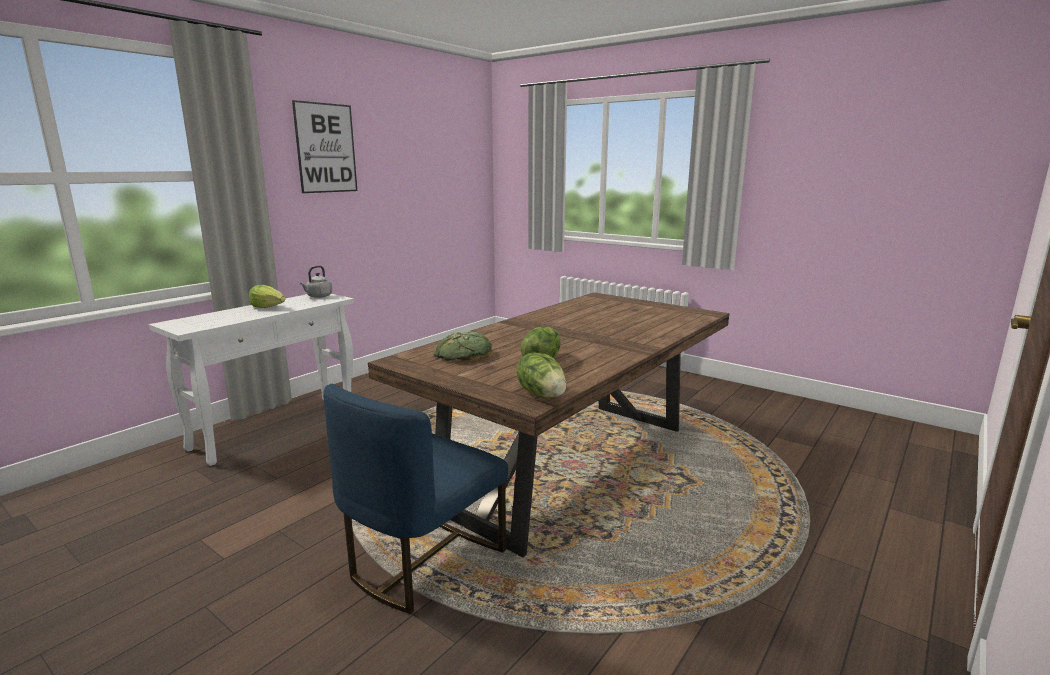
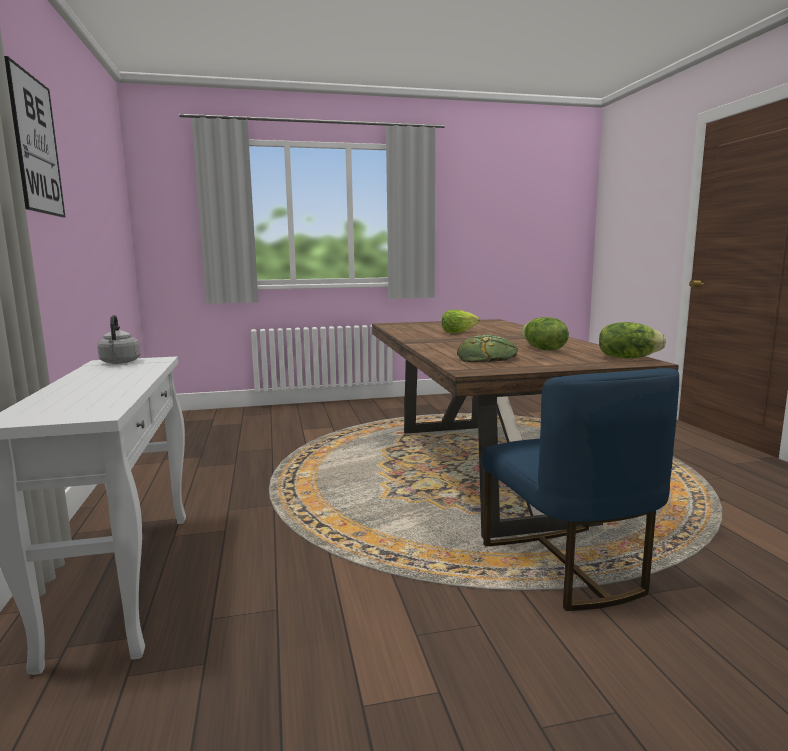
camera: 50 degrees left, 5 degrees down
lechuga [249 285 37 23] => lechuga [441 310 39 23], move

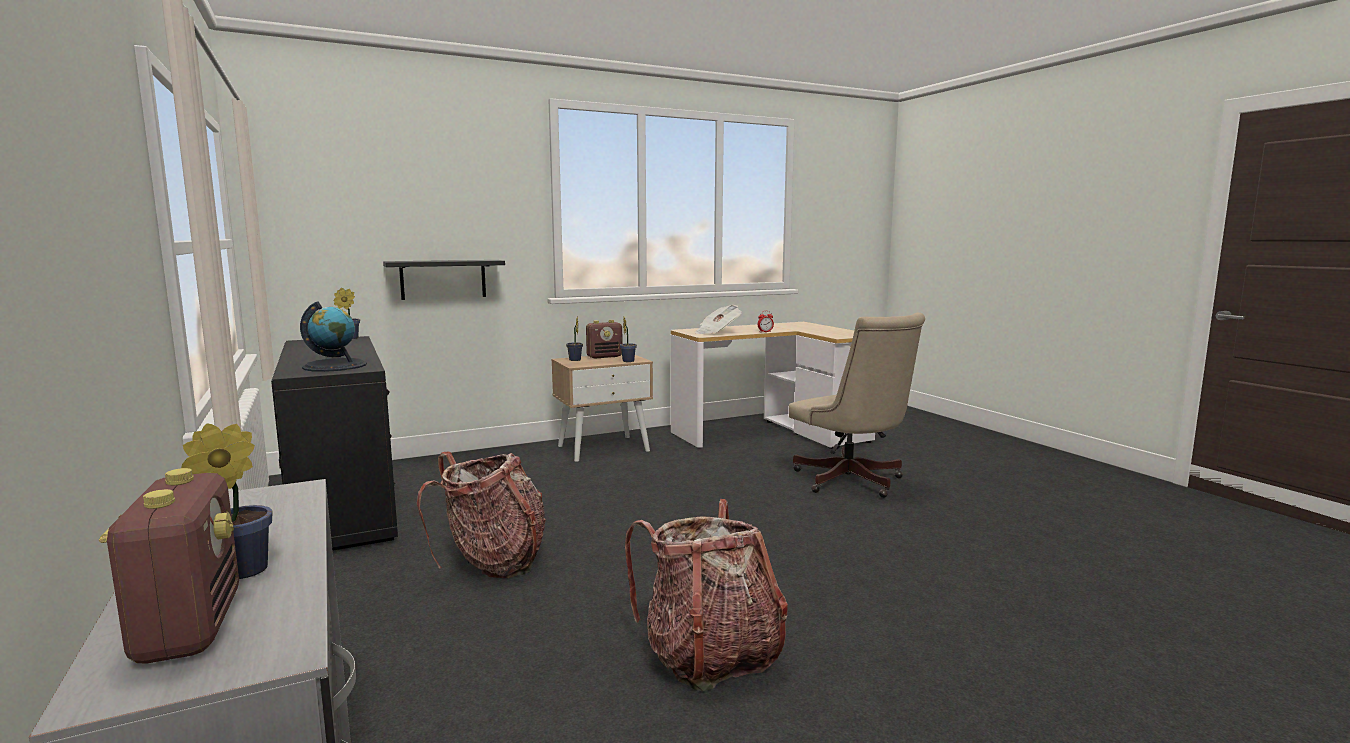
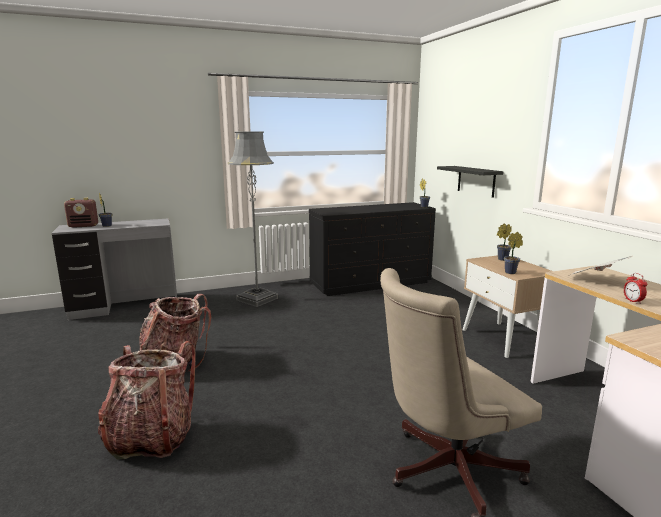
camera: 95 degrees right, 5 degrees up
globo terráqueo [300 301 67 71] => nothing
radio [586 320 37 38] => nothing
mochila [417 452 129 126] => mochila [98 341 98 118], move
nothing => lámpara de pie [gris] [228 131 50 176]

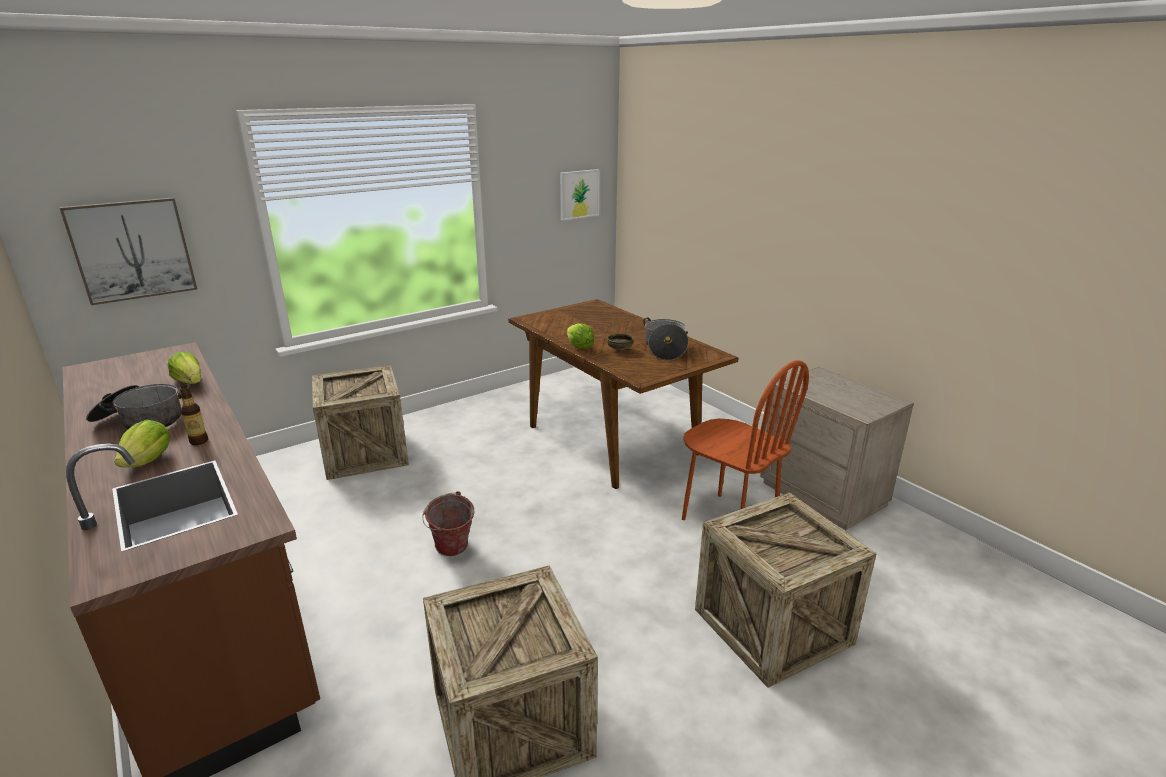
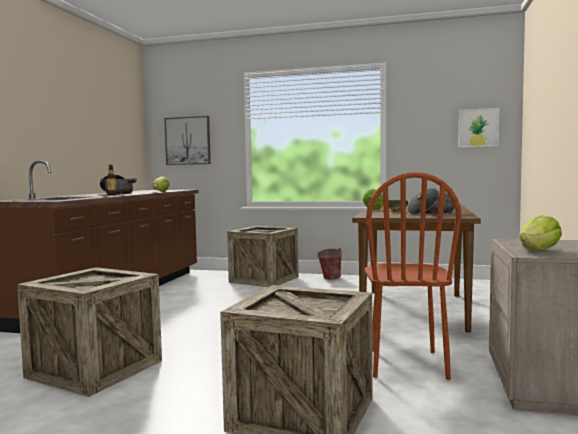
camera: 50 degrees right, 20 degrees down
lechuga [114 420 56 48] => lechuga [520 216 42 34], move
cubo [422 491 52 65] => cubo [316 248 26 32], move

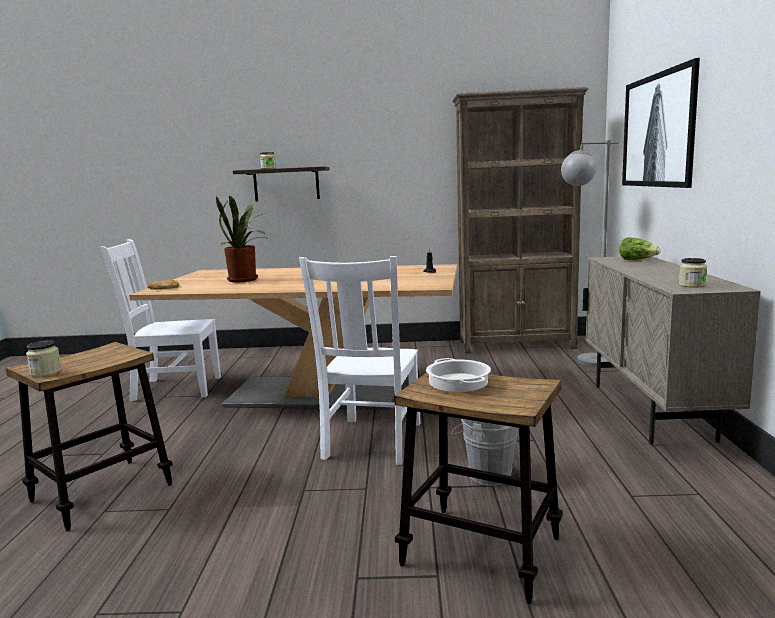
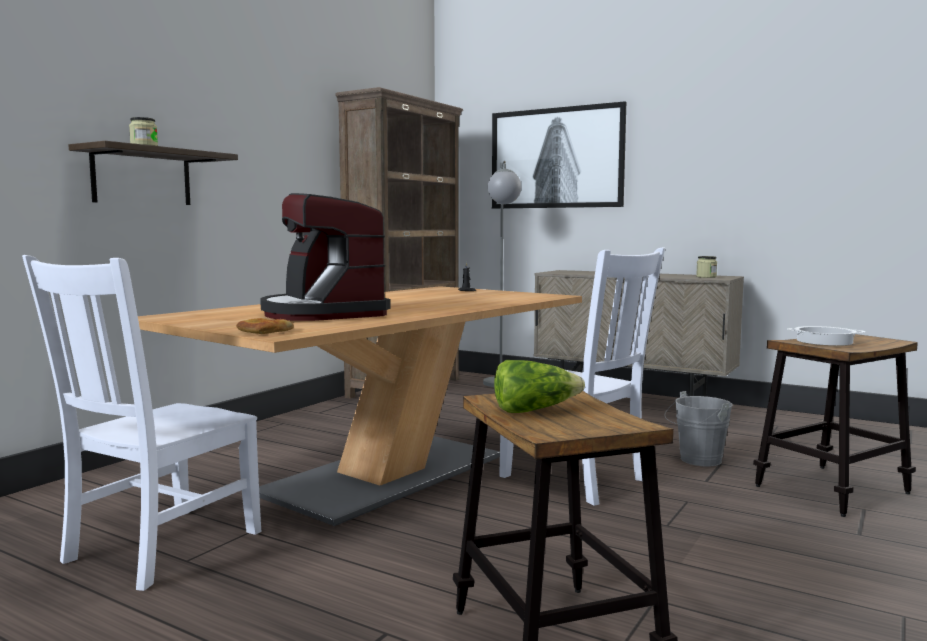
camera: 60 degrees left, 5 degrees down
planta en maceta [216 196 53 86] => cafetera [260 193 131 128]
lechuga [619 237 42 23] => lechuga [494 360 91 53], move
tarro [26 341 36 36] => nothing

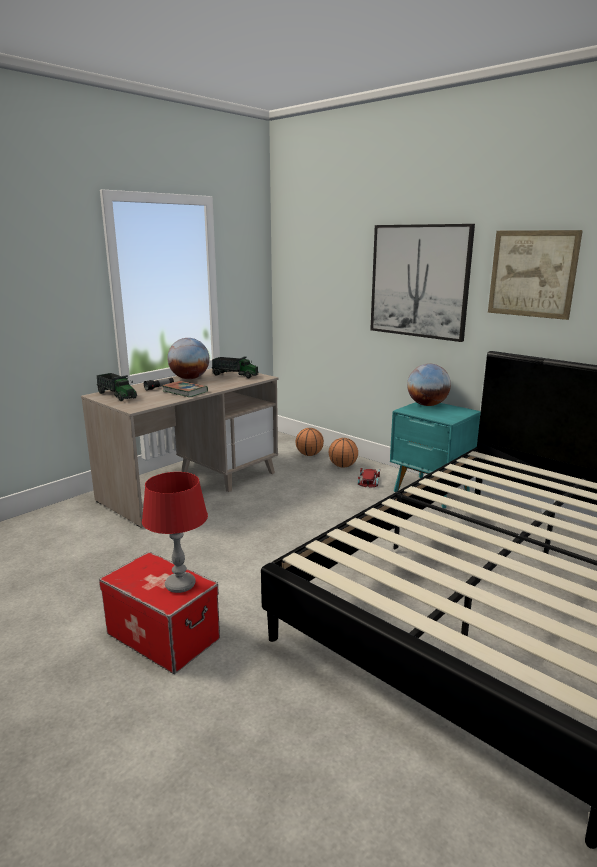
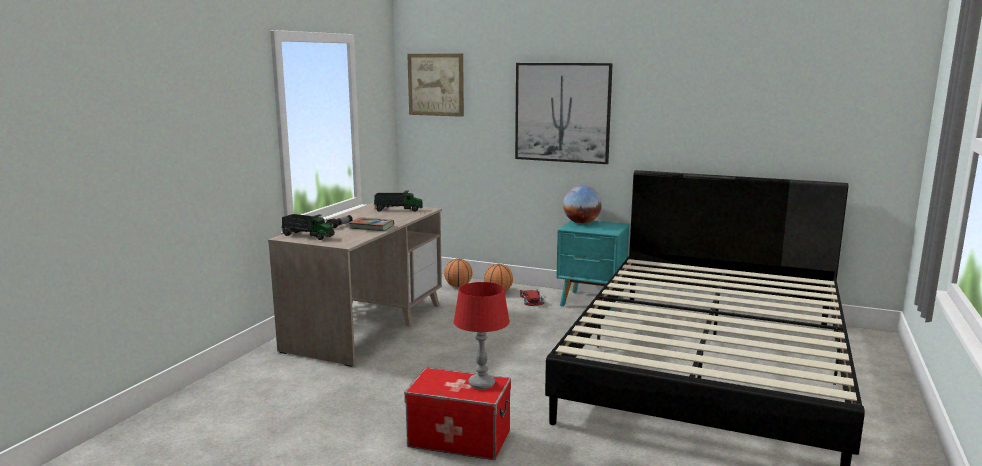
camera: 20 degrees left, 5 degrees down
cuadro [488 230 95 90] => cuadro [407 54 57 63], move
globo terráqueo [167 338 42 41] => nothing

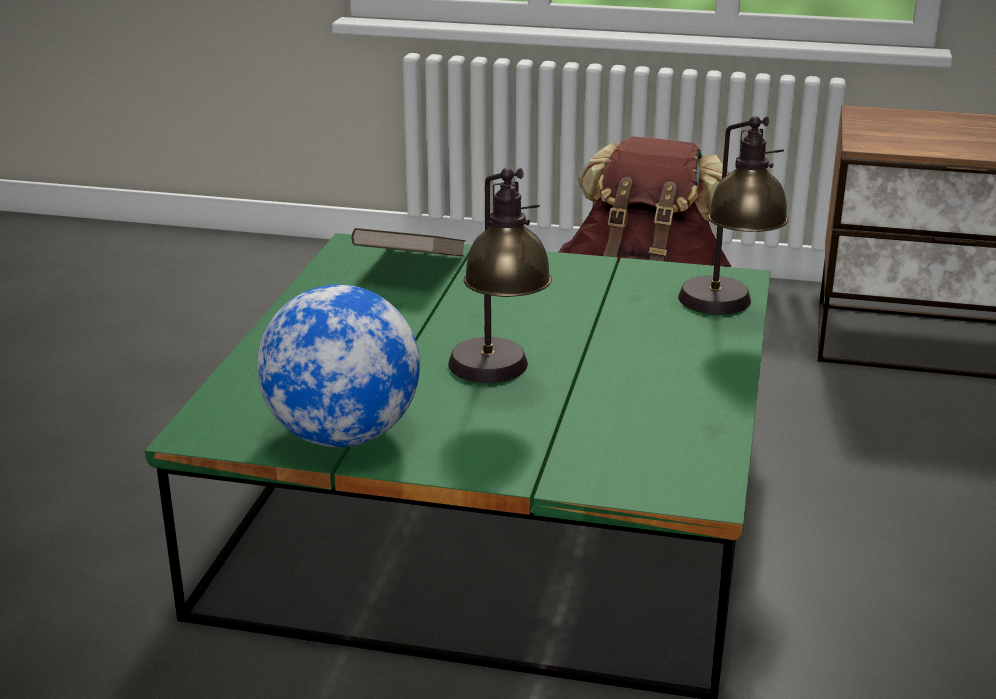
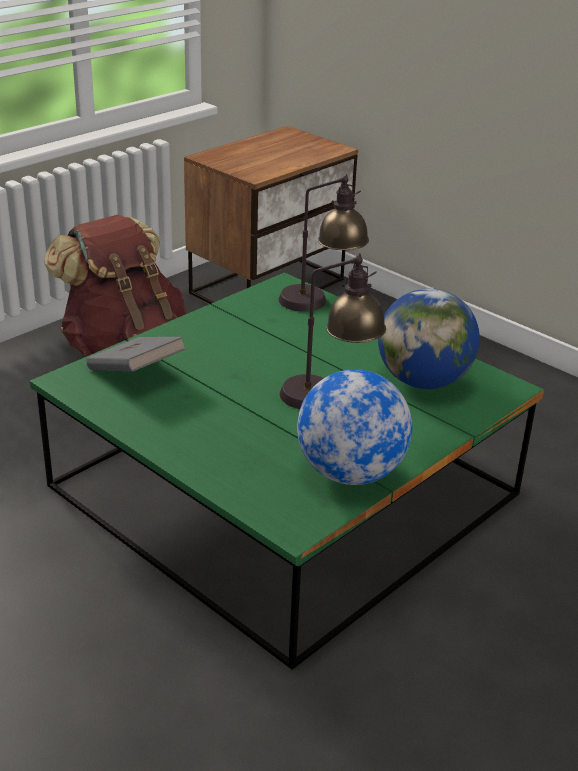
camera: 60 degrees left, 5 degrees up
libro [marrón] [352 228 114 29] => libro [gris] [86 337 100 35]
nothing => globo terráqueo [378 288 102 101]

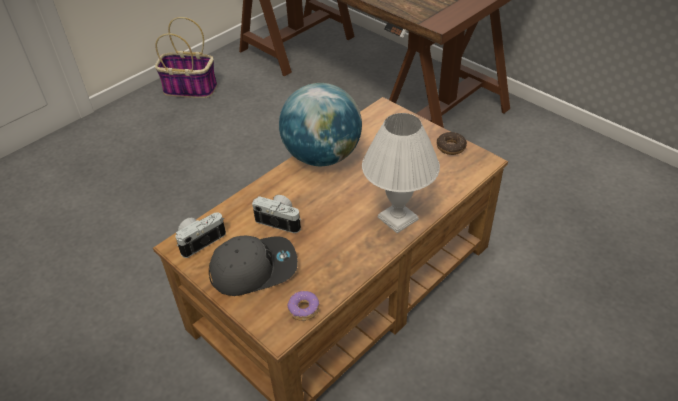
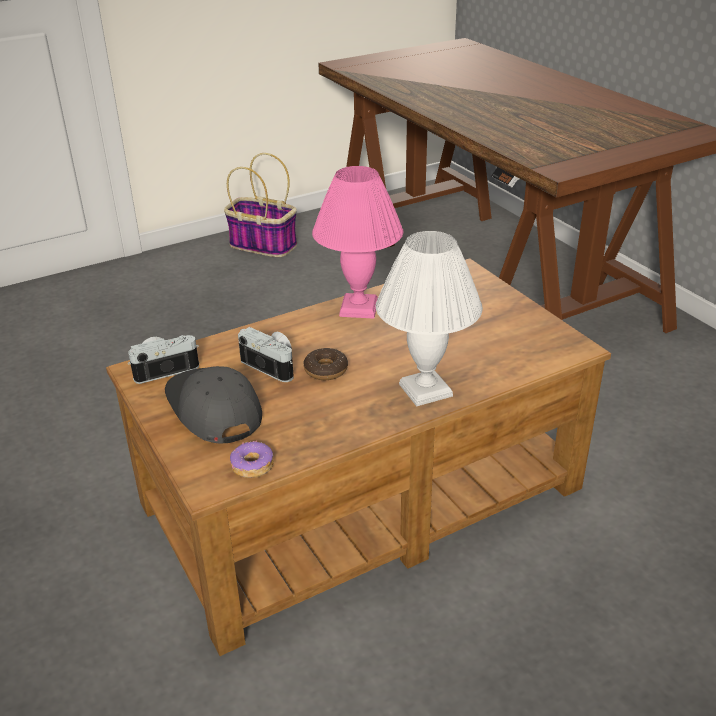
camera: 15 degrees right, 10 degrees down
globo terráqueo [279 83 83 83] => lámpara de mesa [rosa] [312 166 91 153]
rosquilla [437 132 30 23] => rosquilla [303 348 45 32], move
gorra [gris] [209 235 89 61] => gorra [gris] [165 366 97 78], 120 degrees counterclockwise

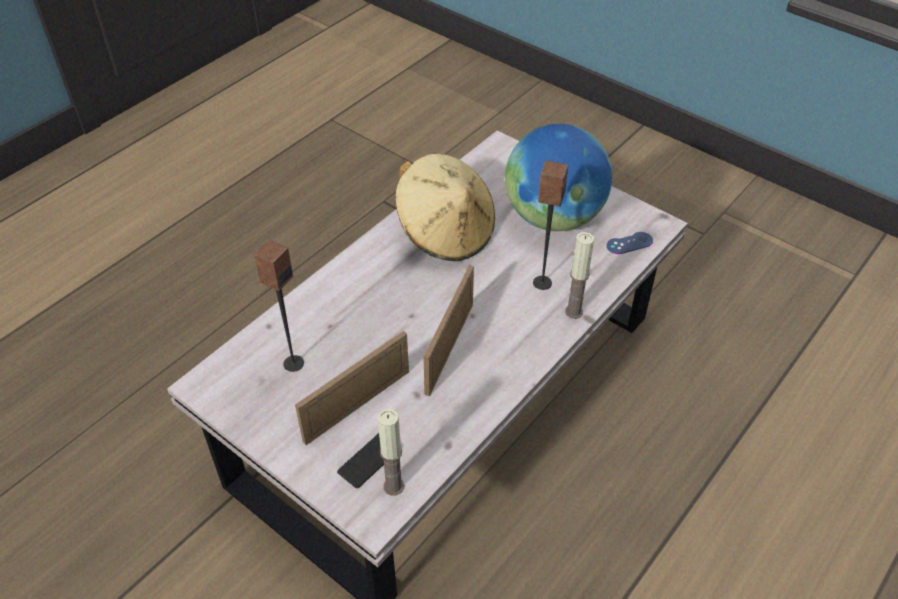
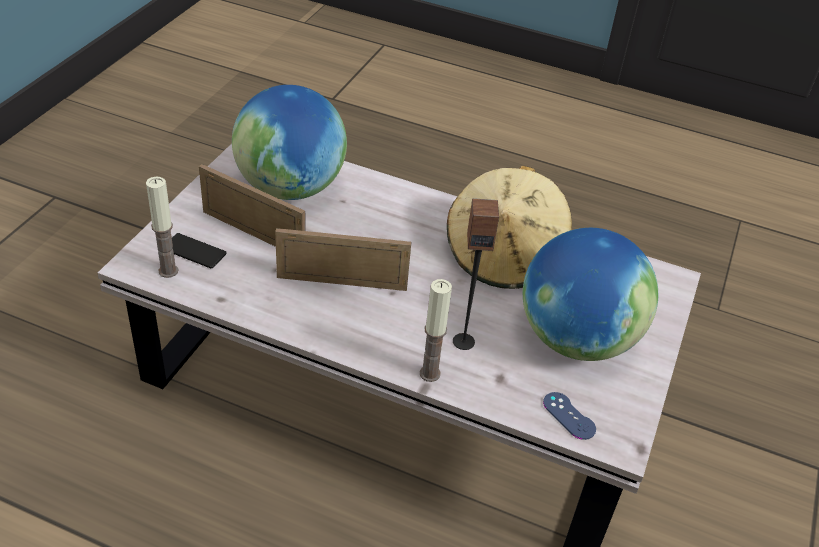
camera: 70 degrees right, 5 degrees down
altavoz [253 240 51 132] => globo terráqueo [232 85 115 115]

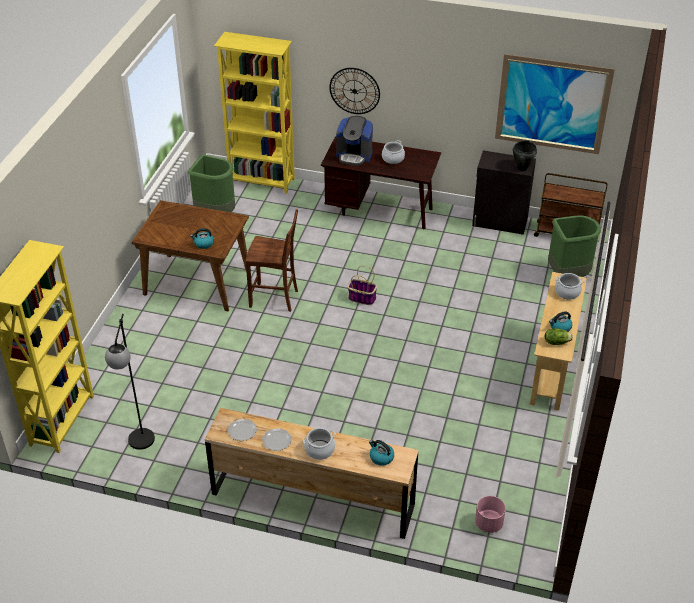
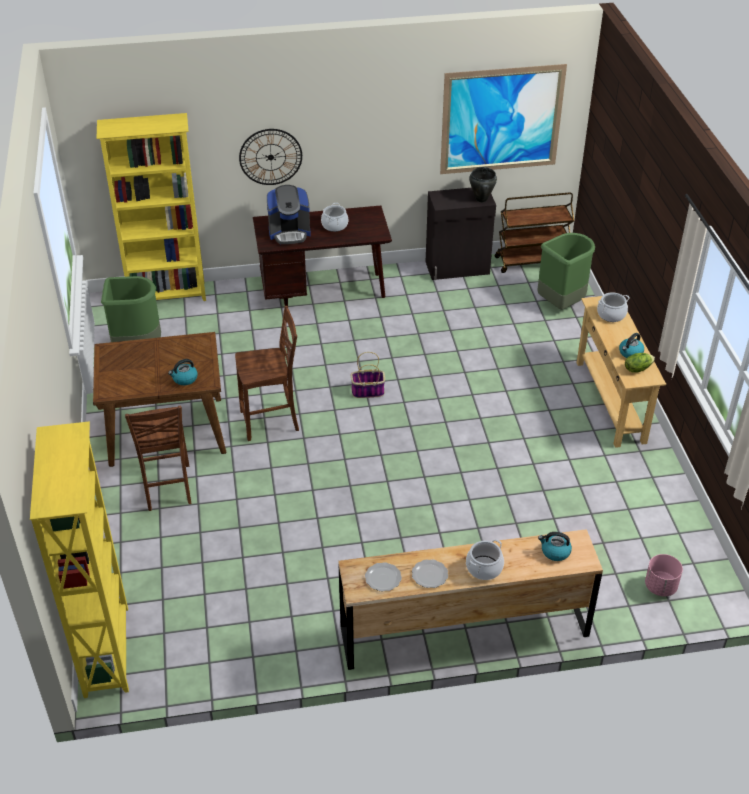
camera: 25 degrees left, 0 degrees up
lámpara de pie [negro] [105 314 50 136] => nothing
nothing => silla [marrón] [125 405 66 106]

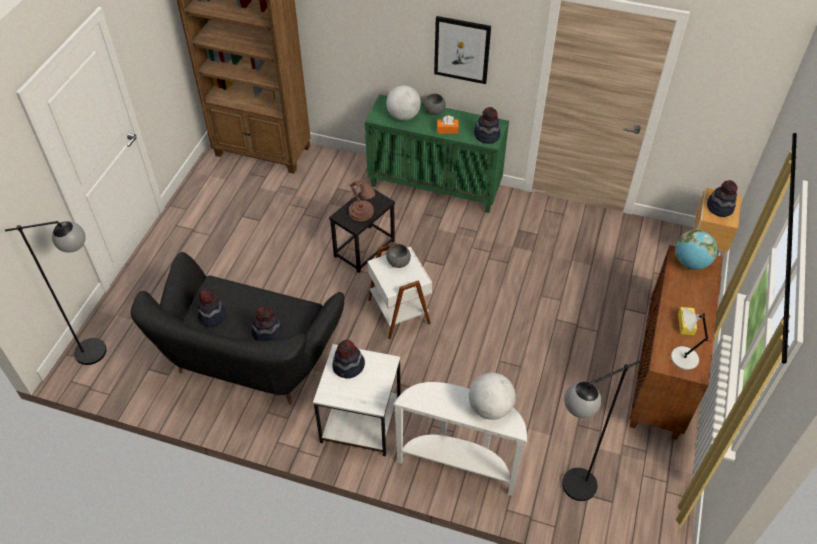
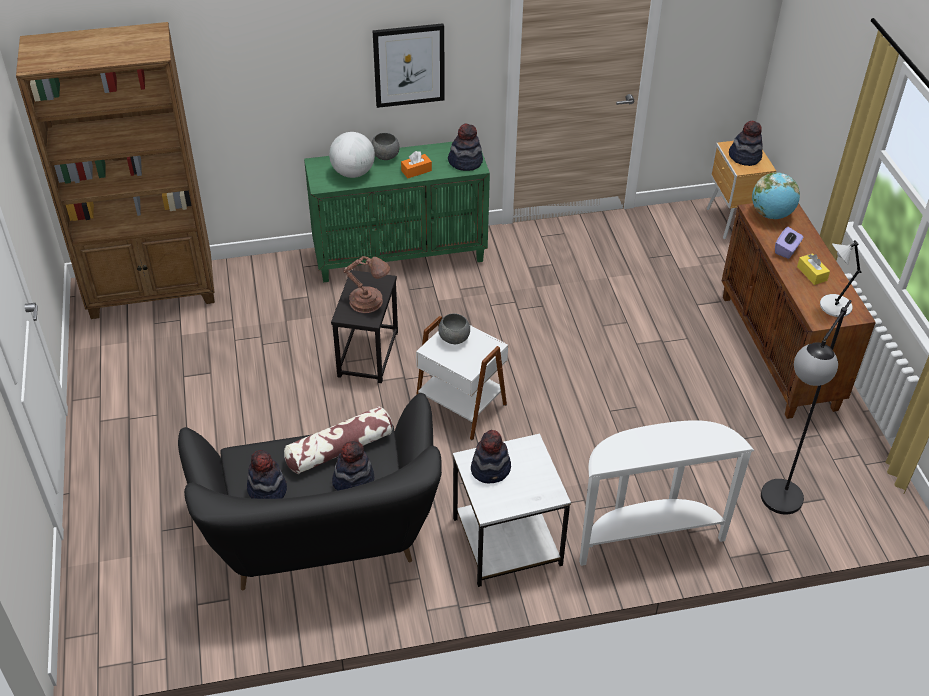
camera: 30 degrees left, 5 degrees down
lámpara de pie [negro] [5 221 102 144] => nothing
globo terráqueo [469 373 47 47] => nothing
nothing => caja de pañuelos [morado] [775 227 29 32]
nothing => cojín [284 406 109 68]

